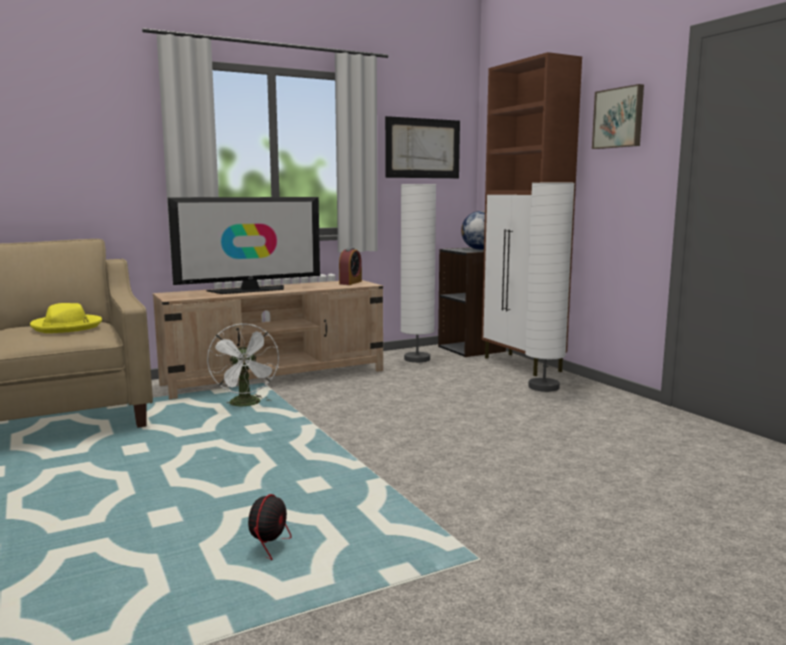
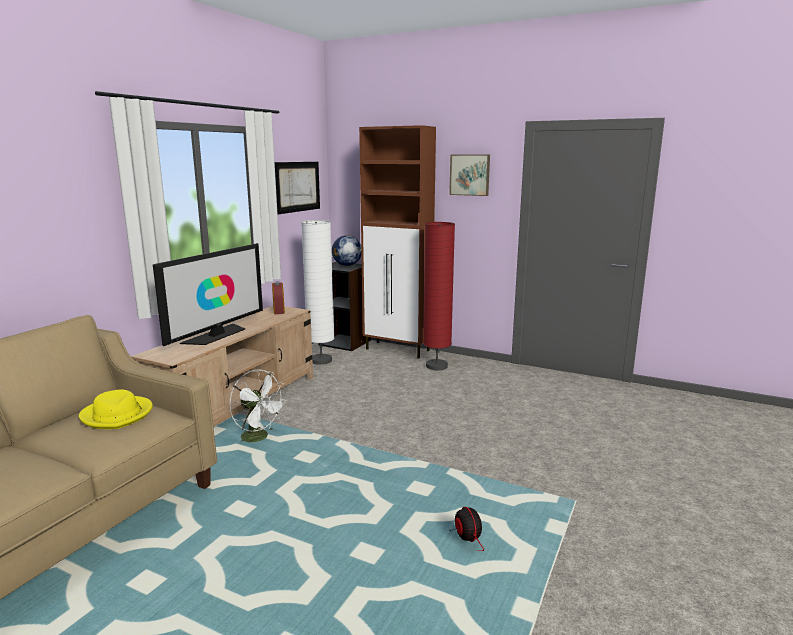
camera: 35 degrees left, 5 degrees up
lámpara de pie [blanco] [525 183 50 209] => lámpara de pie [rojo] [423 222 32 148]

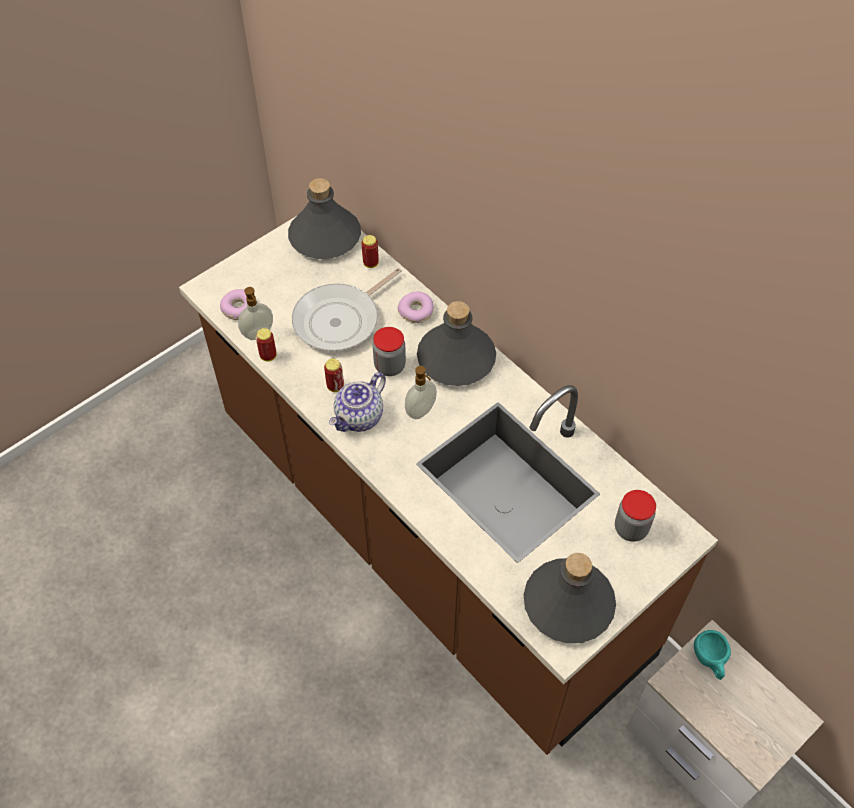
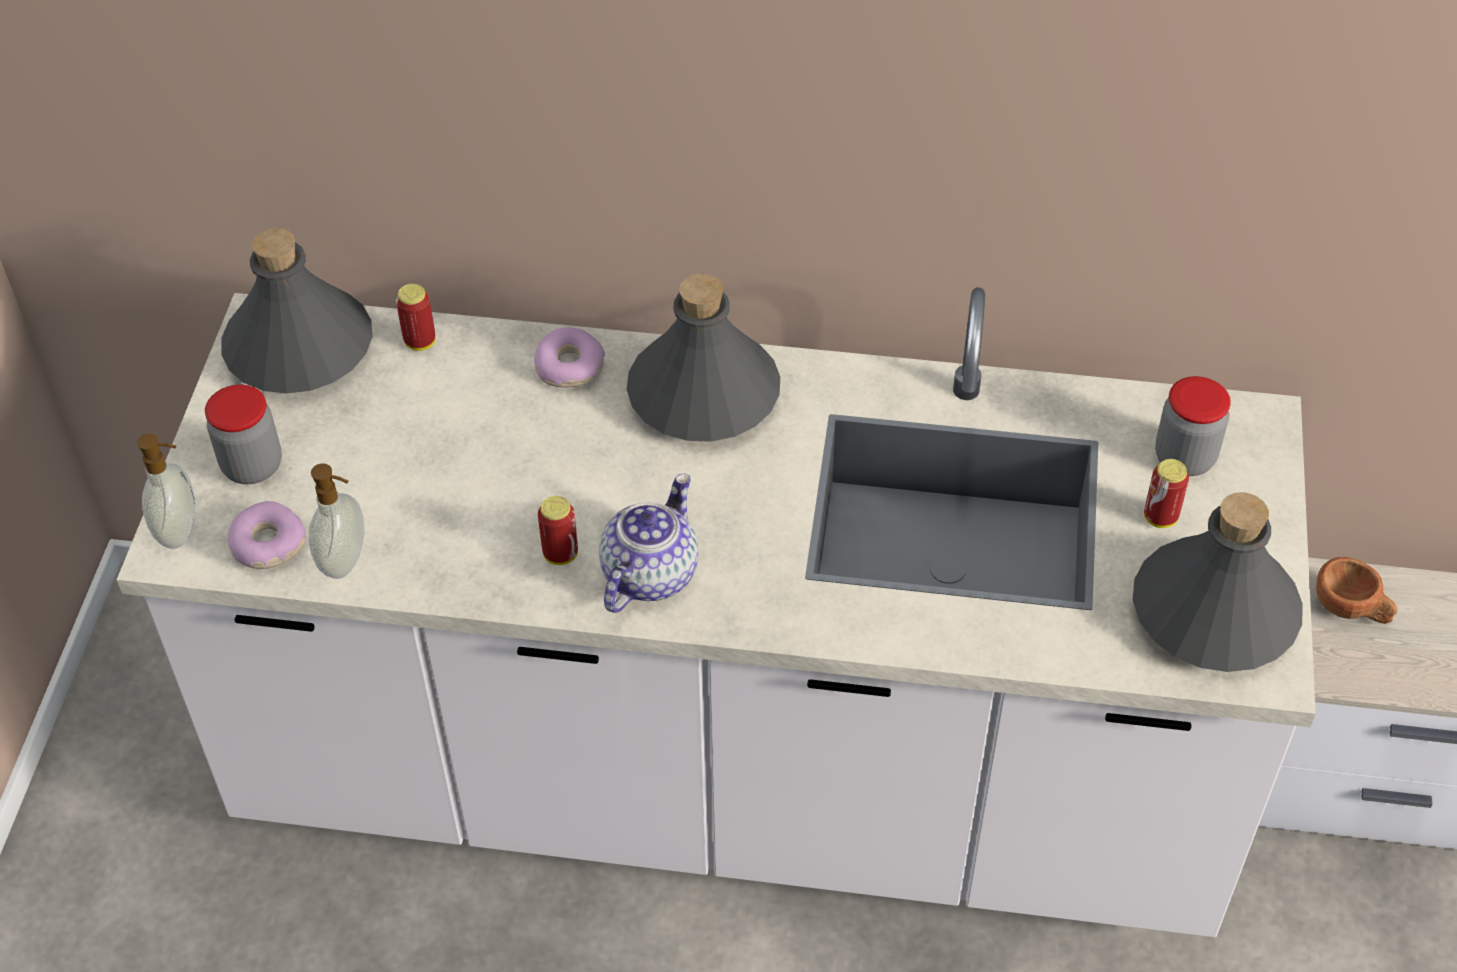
camera: 40 degrees left, 5 degrees down
mueble bajo de cocina [marrón] [179 217 539 538] => mueble bajo de cocina [blanco] [117 287 1199 650]
sartén [292 268 110 83] => nothing
tarro [373 327 33 49] => tarro [205 384 77 100], move
lata [256 328 21 34] => lata [1144 459 45 69], move
dispensador de jabón [405 366 32 53] => dispensador de jabón [137 433 58 116], move
tetera [329 372 57 60] => tetera [599 473 99 140], 150 degrees counterclockwise
taza [turquesa] [694 630 37 50] => taza [marrón] [1316 557 81 67]

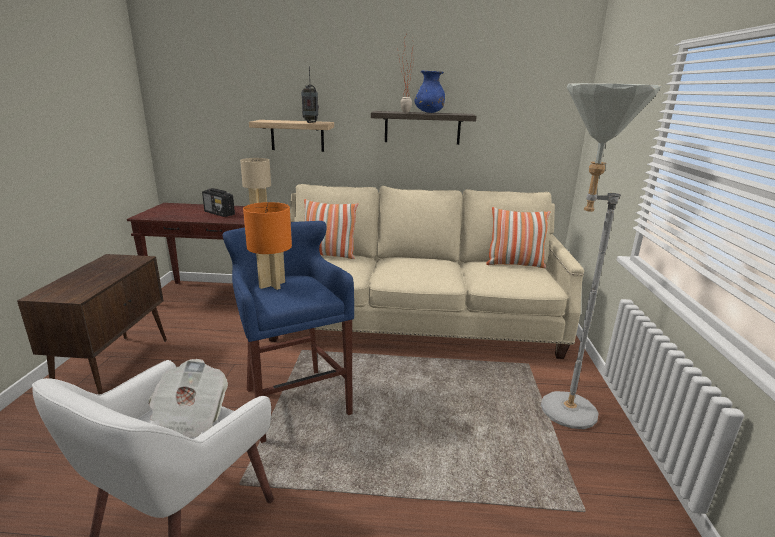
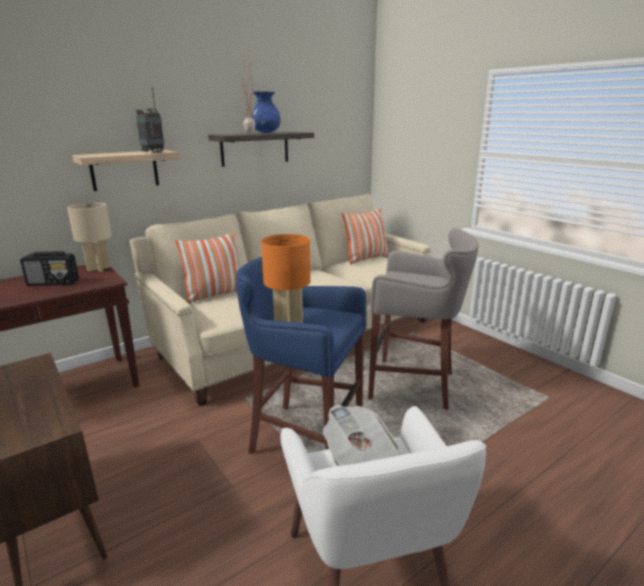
camera: 40 degrees left, 0 degrees up
lámpara de pie [gris] [541 83 120 346] => nothing
nothing => taburete [gris] [368 228 111 182]

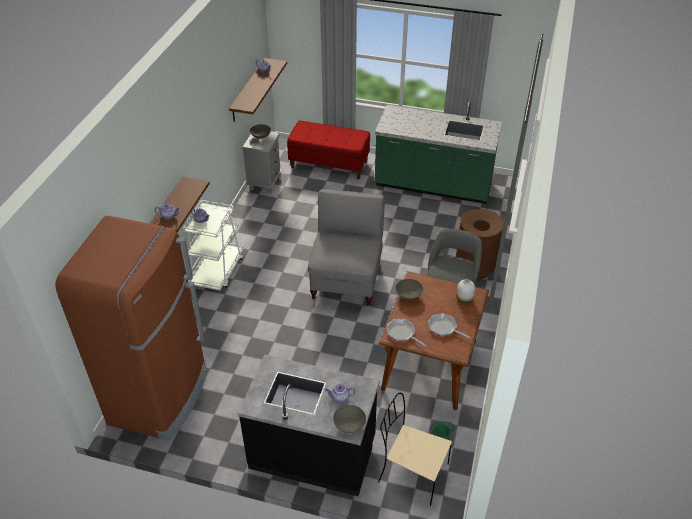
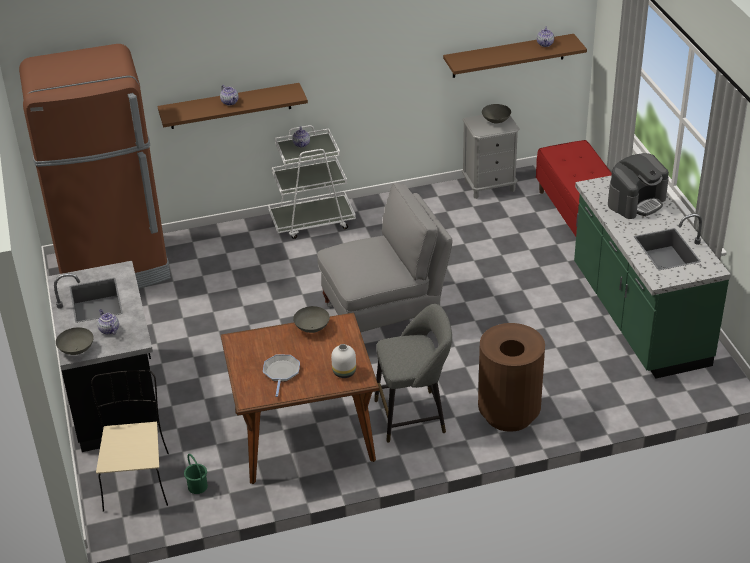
camera: 60 degrees right, 5 degrees down
sartén [387 319 39 27] => nothing
nothing => cafetera [608 153 61 66]

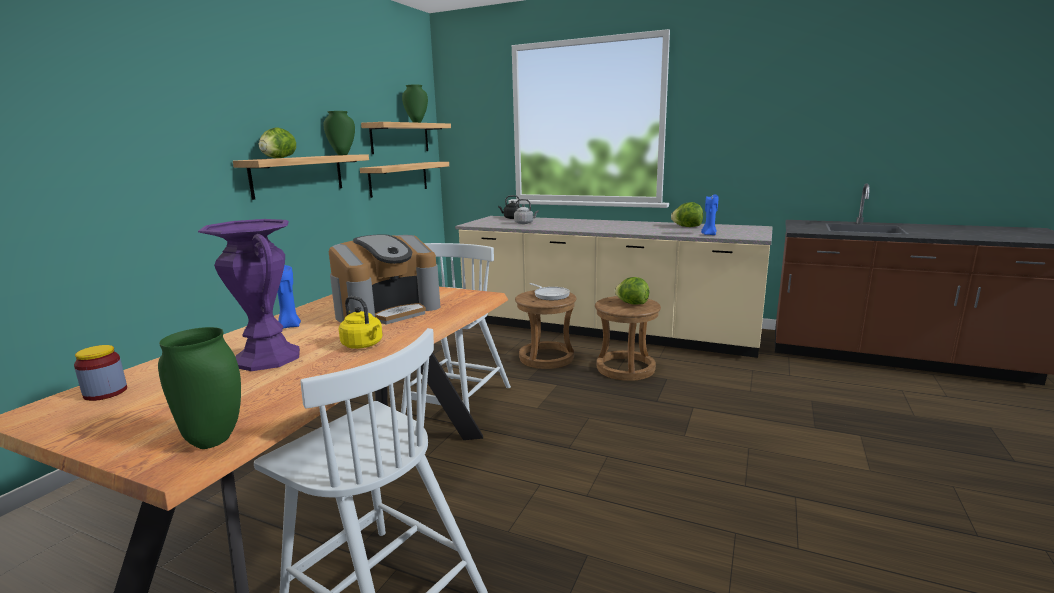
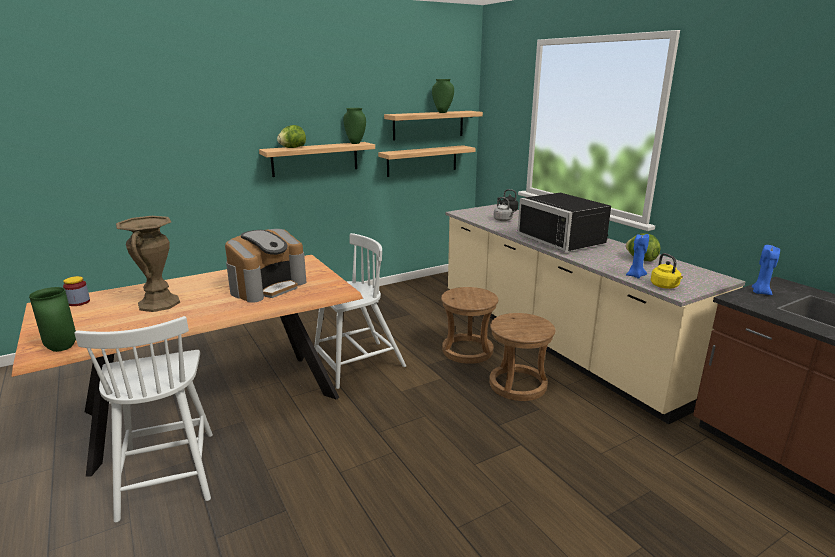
camera: 35 degrees right, 5 degrees up
florero [morado] [198 219 102 152] => florero [marrón] [116 216 64 96]
cafetera [329 234 111 91] => cafetera [225 229 81 74], 45 degrees counterclockwise
vela [azul] [277 265 24 63] => vela [azul] [752 245 28 50], move
lechuga [614 277 35 27] => nothing
sartén [529 283 41 17] => nothing
hervidor [amarillo] [339 296 44 53] => hervidor [amarillo] [651 253 32 36], move
nothing => microondas [negro] [517 193 94 59]

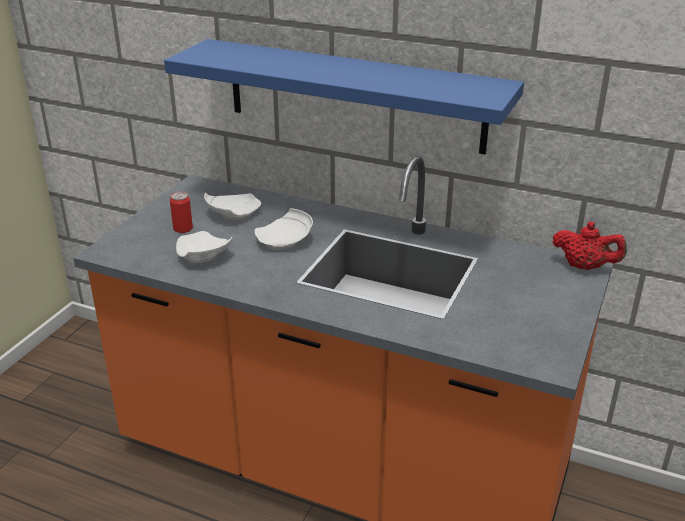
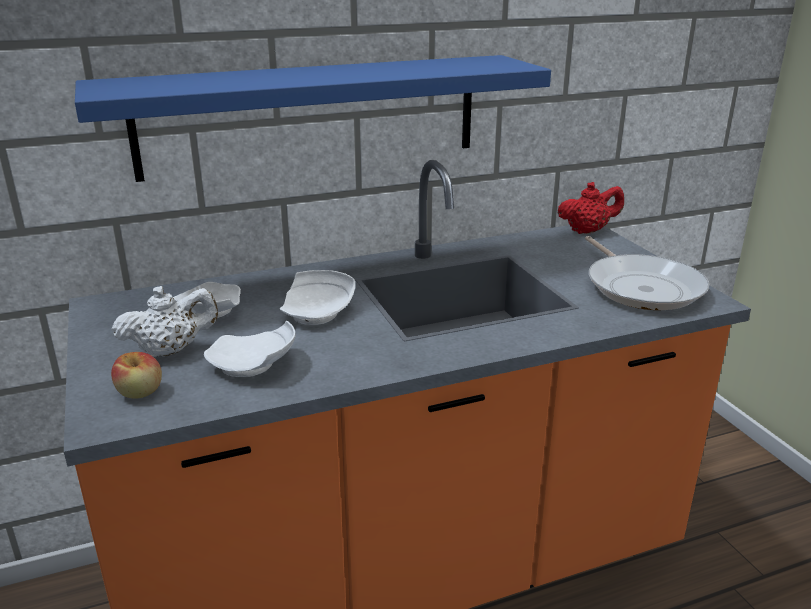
camera: 45 degrees left, 5 degrees down
lata [170 192 23 41] => tetera [blanco] [111 286 107 71]
nothing => sartén [585 236 124 74]
nothing => manzana [111 352 51 47]

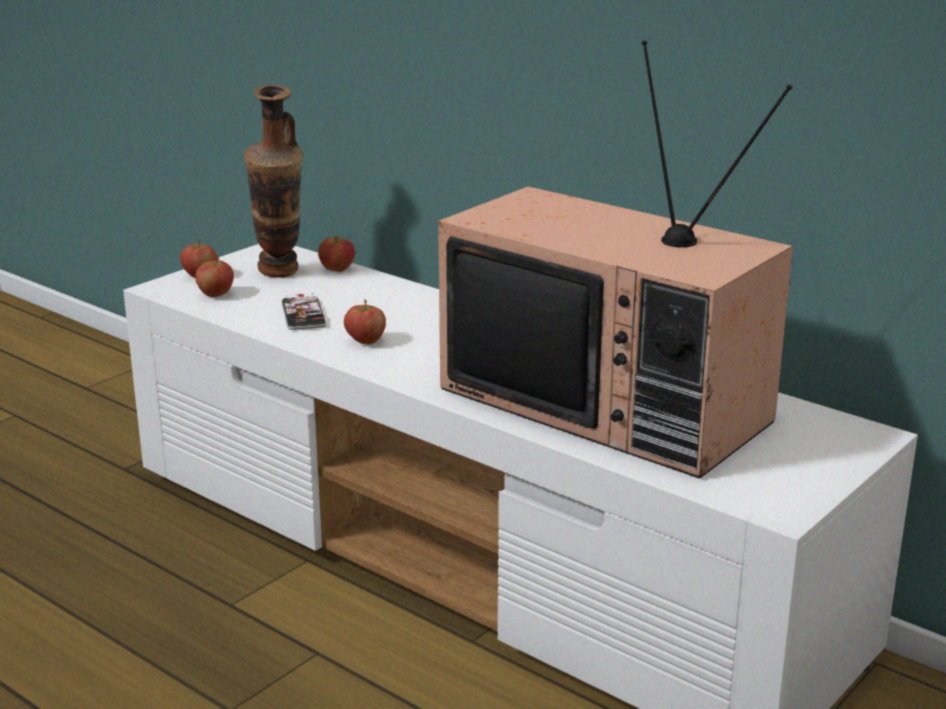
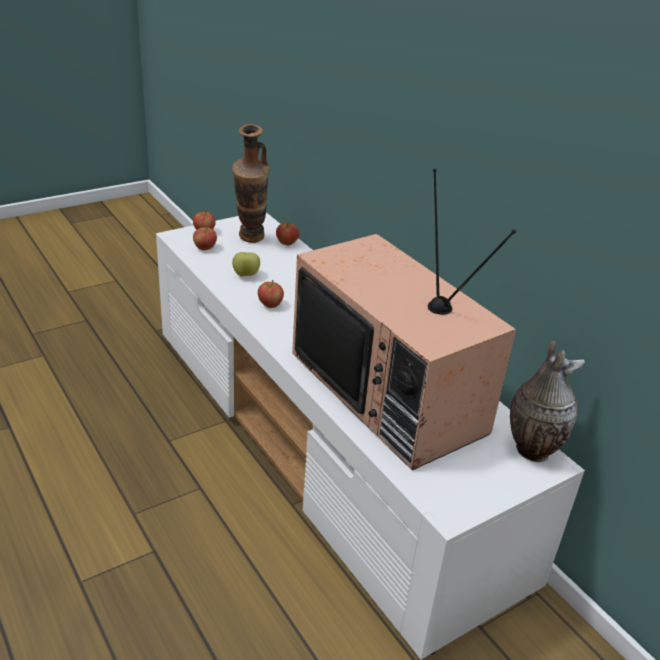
camera: 15 degrees right, 10 degrees up
móvil [281 293 46 37] => manzana [232 252 28 24]
nothing => florero [510 340 75 122]

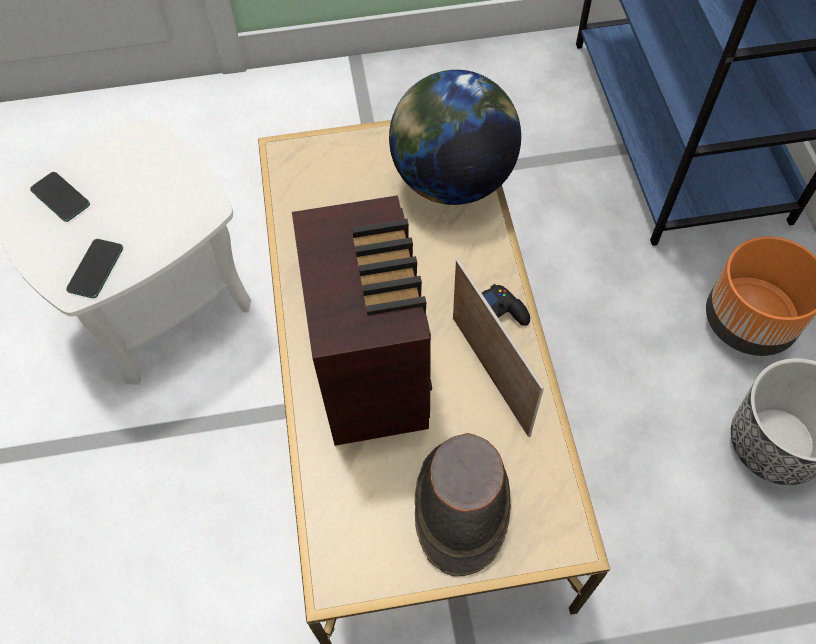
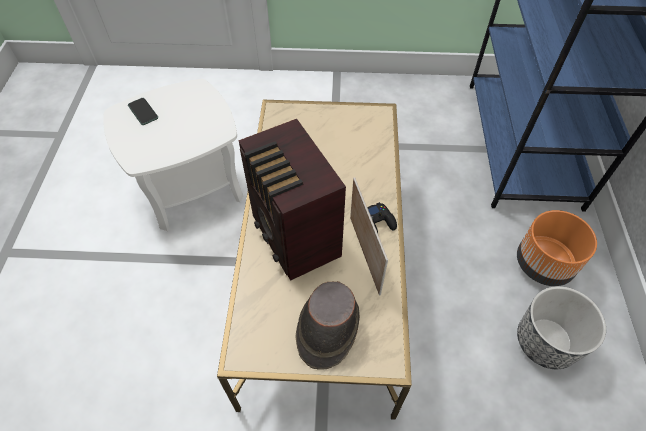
camera: 10 degrees right, 5 degrees down
globo terráqueo [389 70 132 135] => nothing
radio [292 195 140 251] => radio [238 119 108 162], 150 degrees clockwise
móvil [66 239 57 59] => nothing

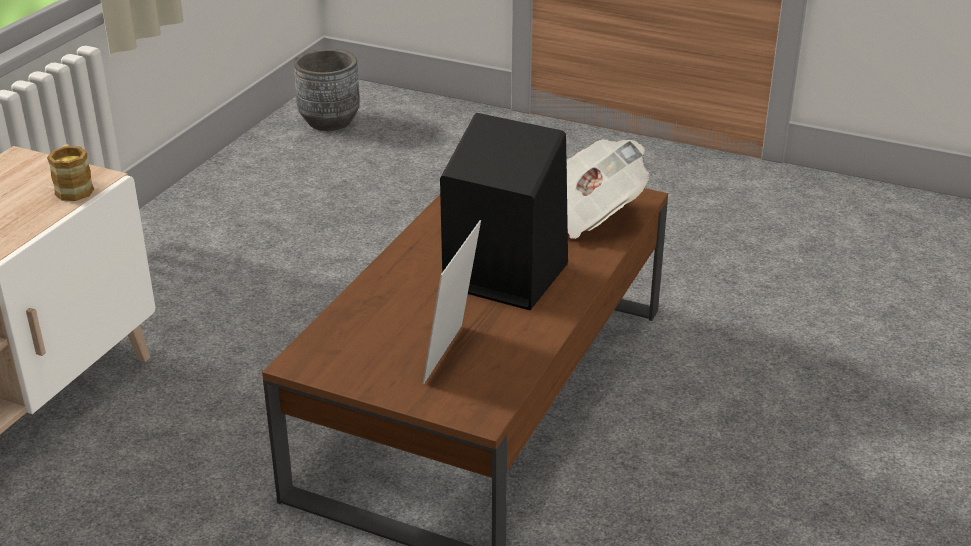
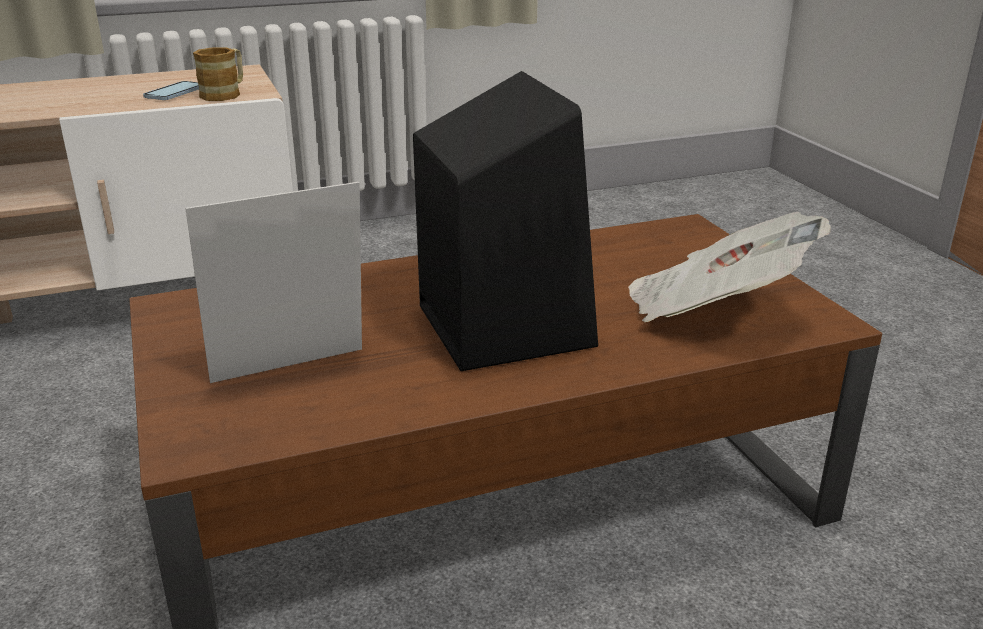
camera: 45 degrees right, 5 degrees down
maceta [gris] [294 49 66 82] => nothing
nothing => móvil [143 81 56 19]

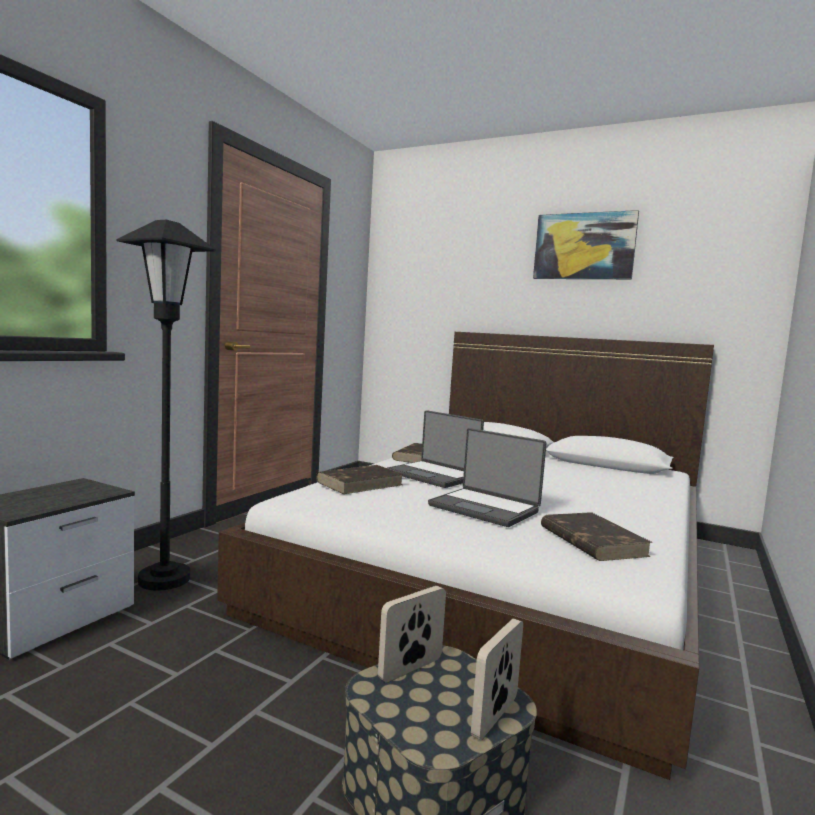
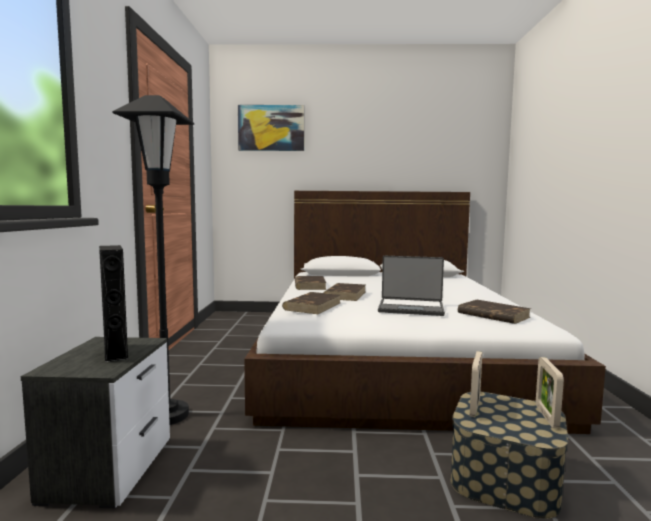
camera: 25 degrees left, 0 degrees up
cuadro [533 210 106 69] => cuadro [238 105 66 46], move
portátil [387 410 97 78] => libro [marrón] [323 283 42 18]
nothing => altavoz [negro] [99 245 30 117]

